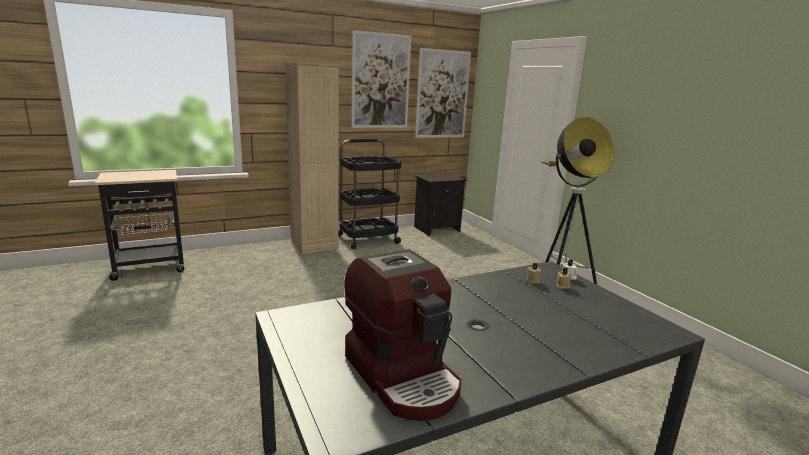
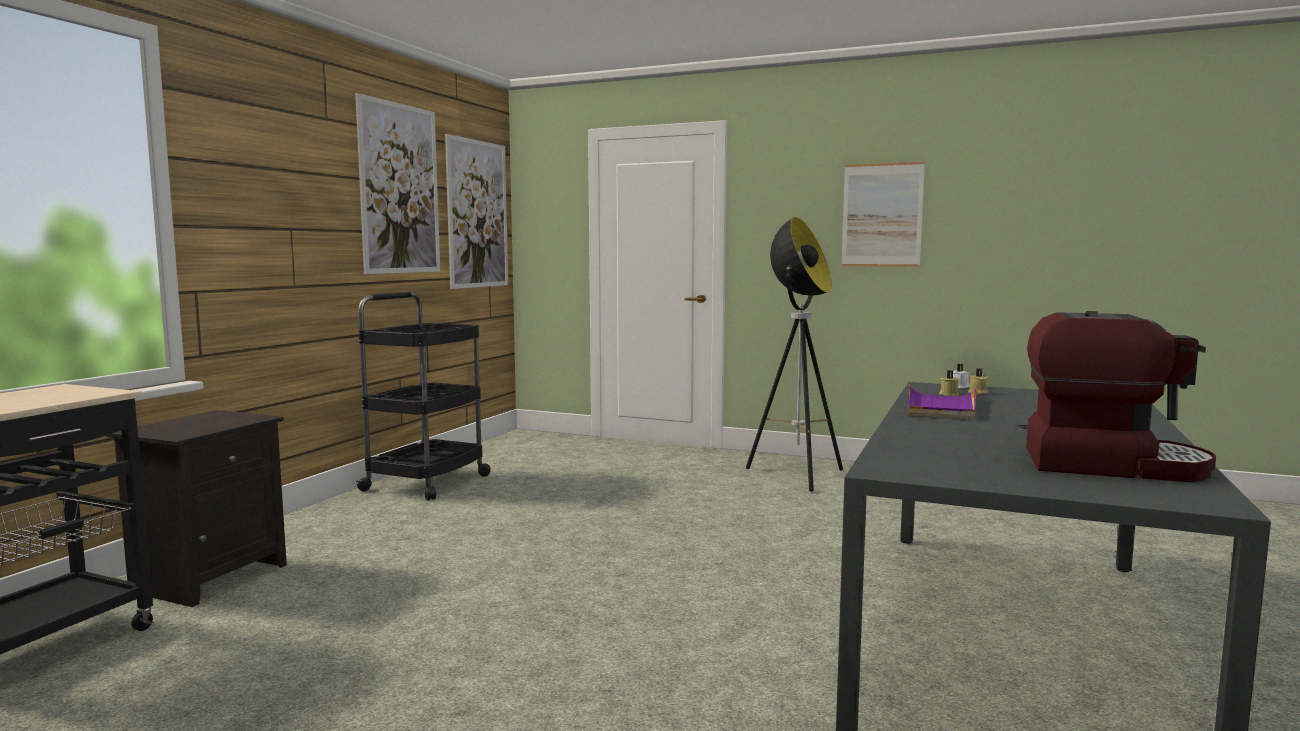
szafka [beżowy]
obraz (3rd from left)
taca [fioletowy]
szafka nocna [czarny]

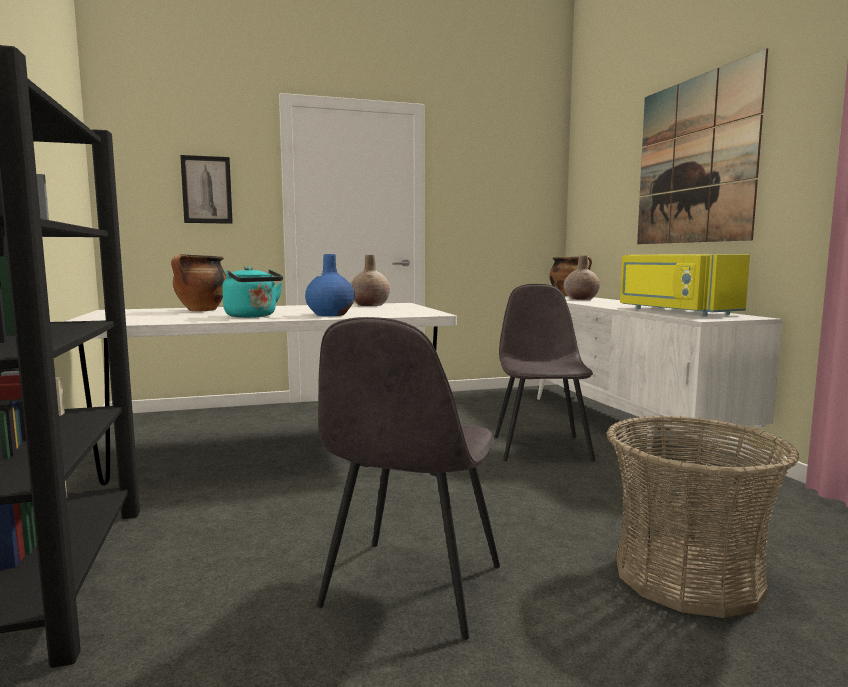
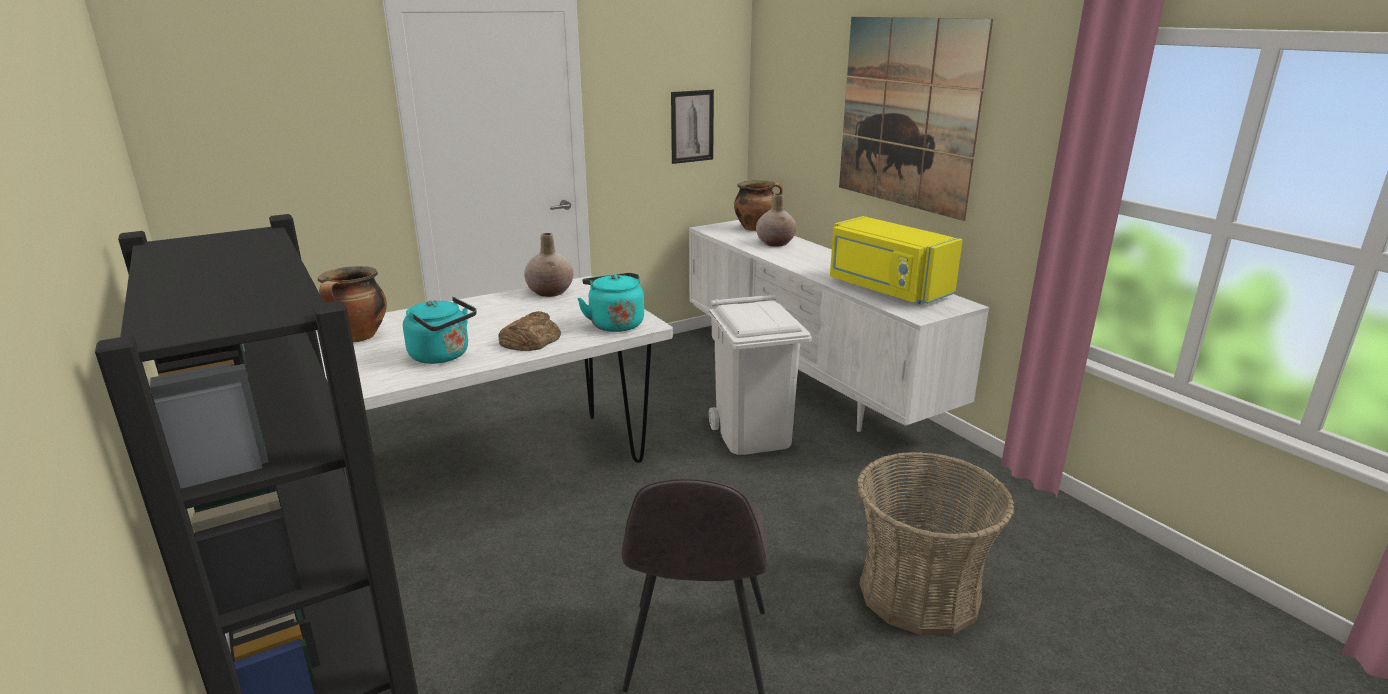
czajnik [turkusowy] (2nd from left)
obraz (1st from left)
chleb
kosz na śmieci [biały]

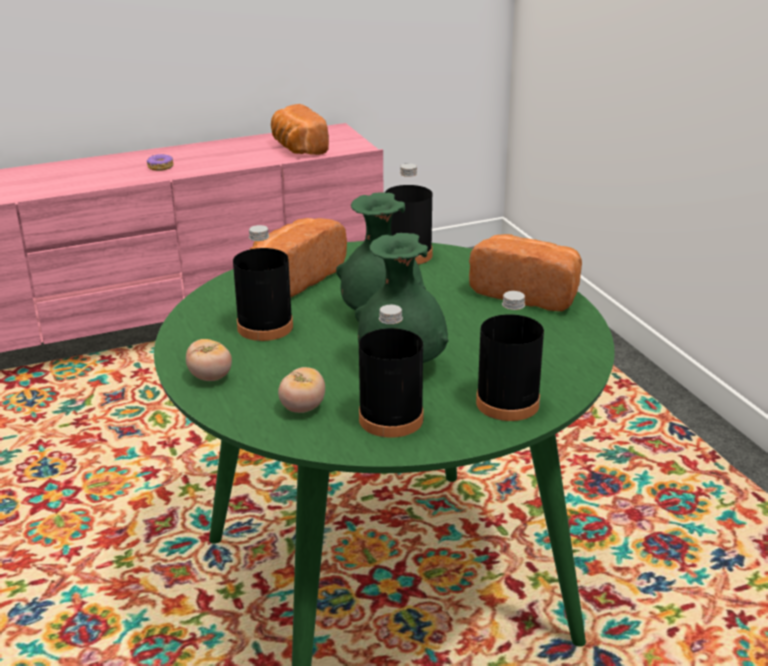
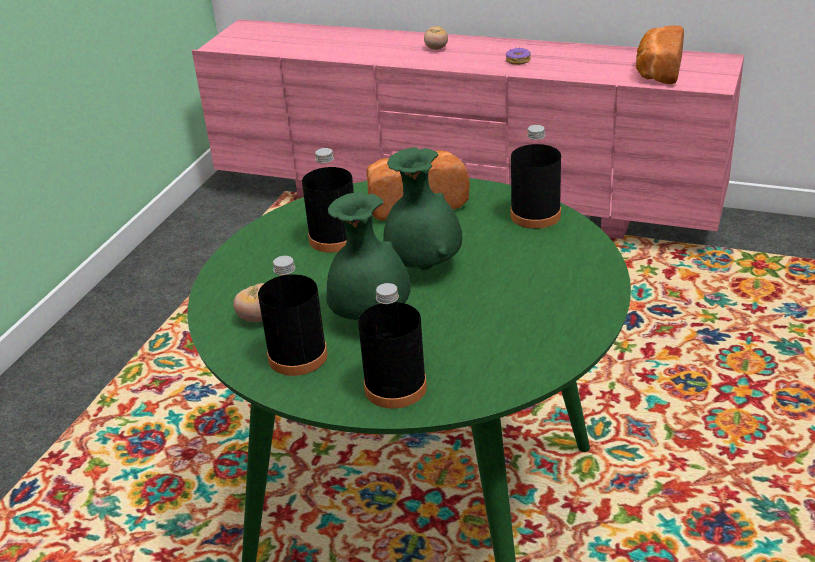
chleb (3rd from left in the first image)
pomidor (2nd from left)

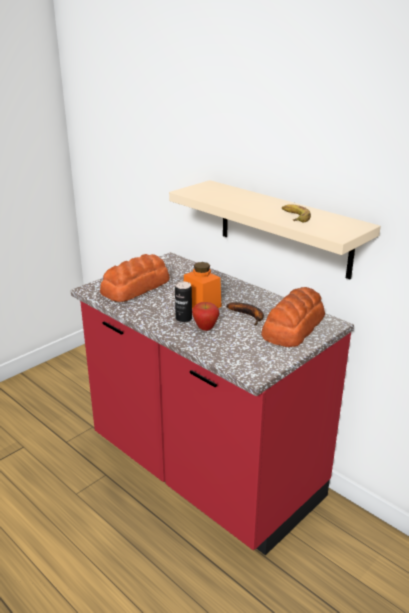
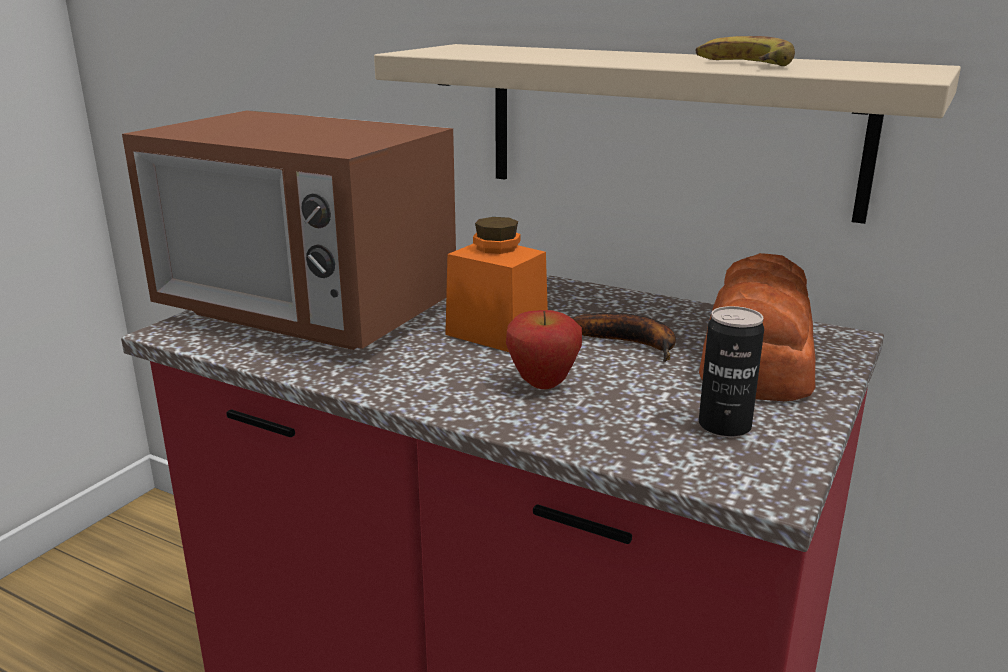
puszka
mikrofalówka

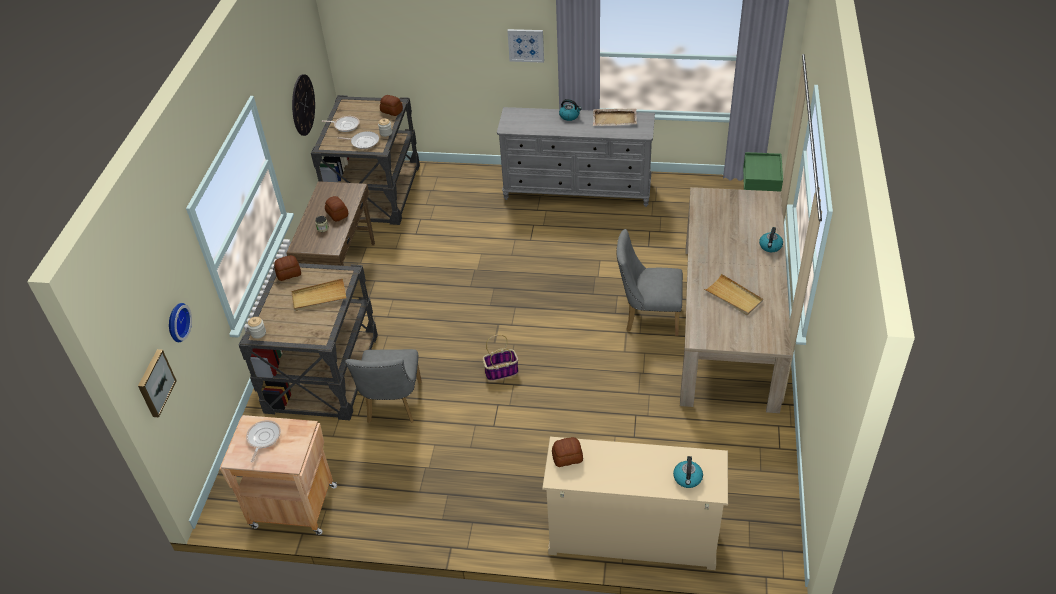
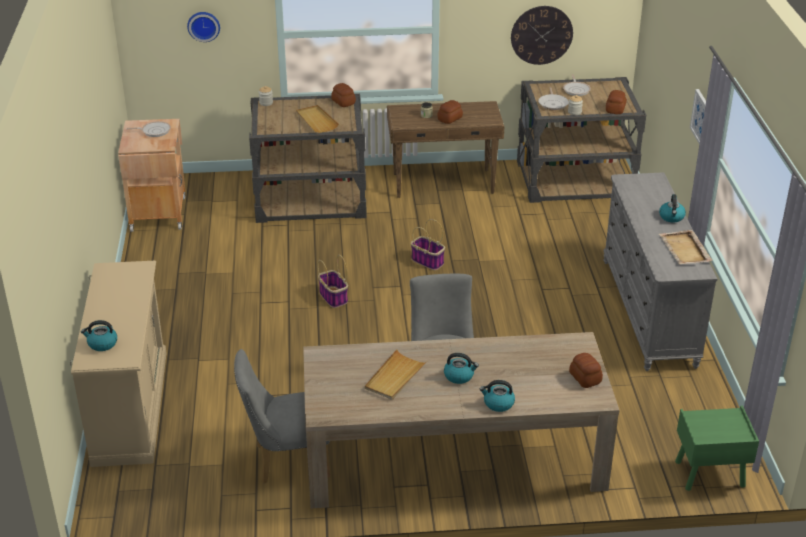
obraz (1st from left in the first image)
koszyk (2nd from left)
czajnik (2nd from left)
krzesło [szary] (1st from left)
chleb (3rd from left)

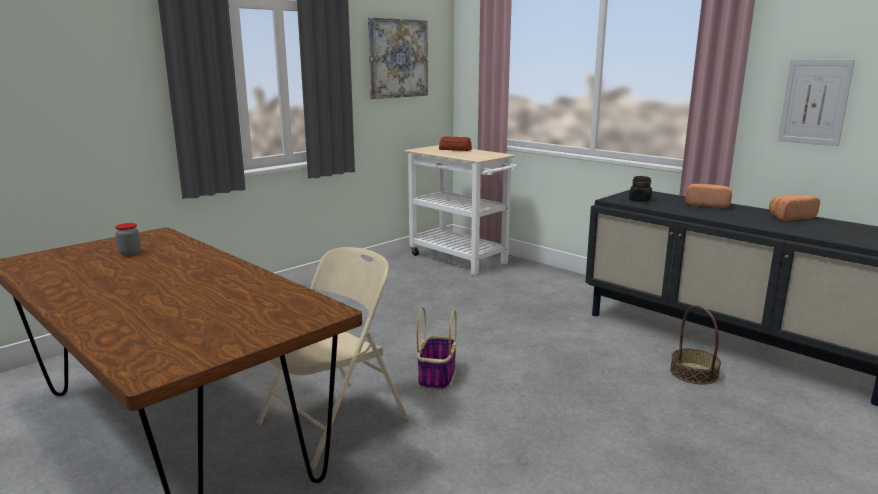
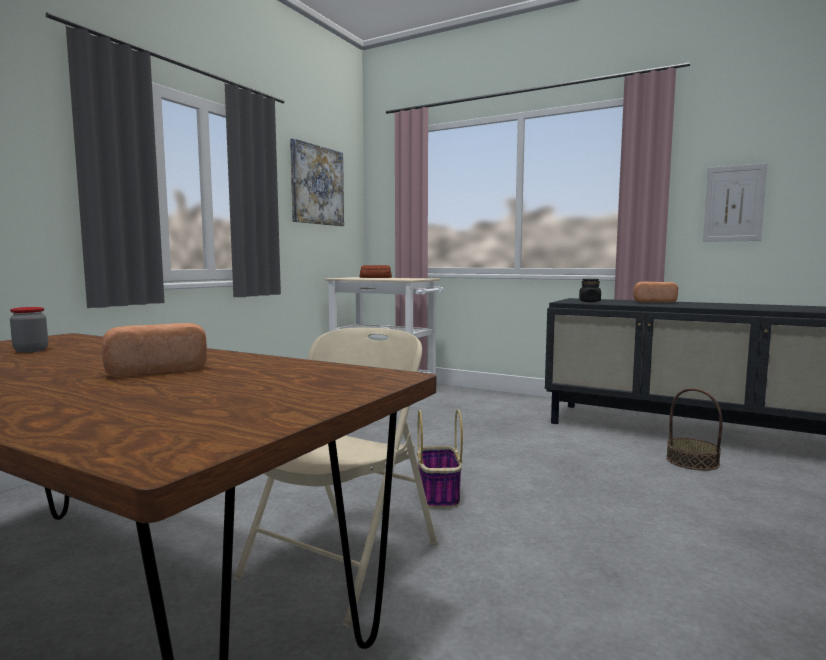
chleb (1st from left)

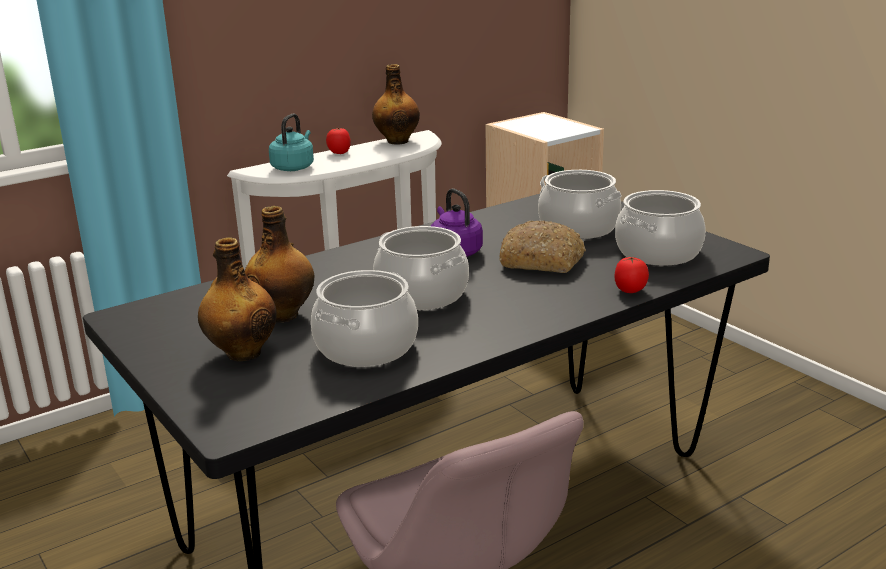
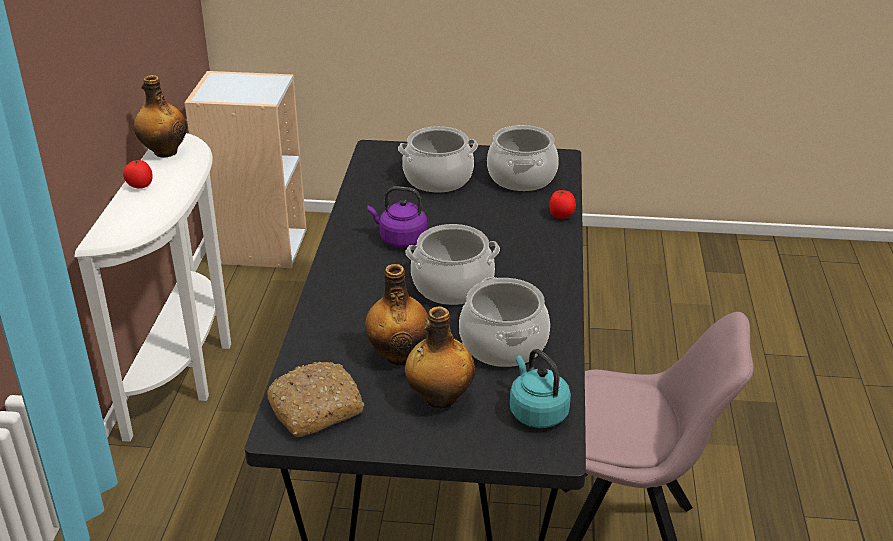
czajnik [turkusowy]
chleb

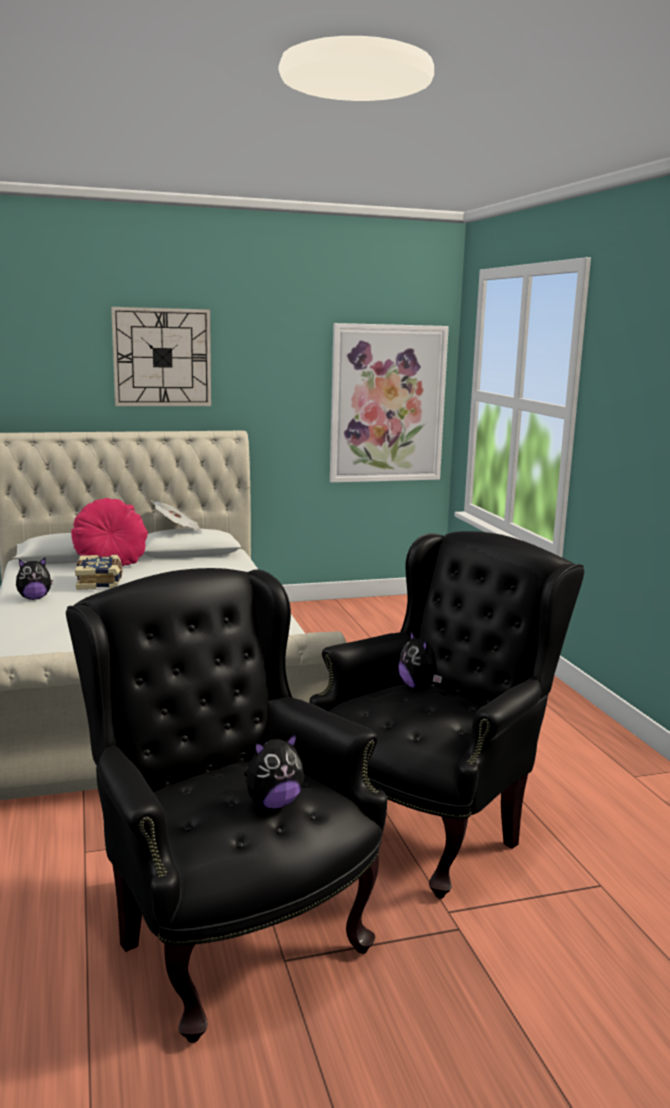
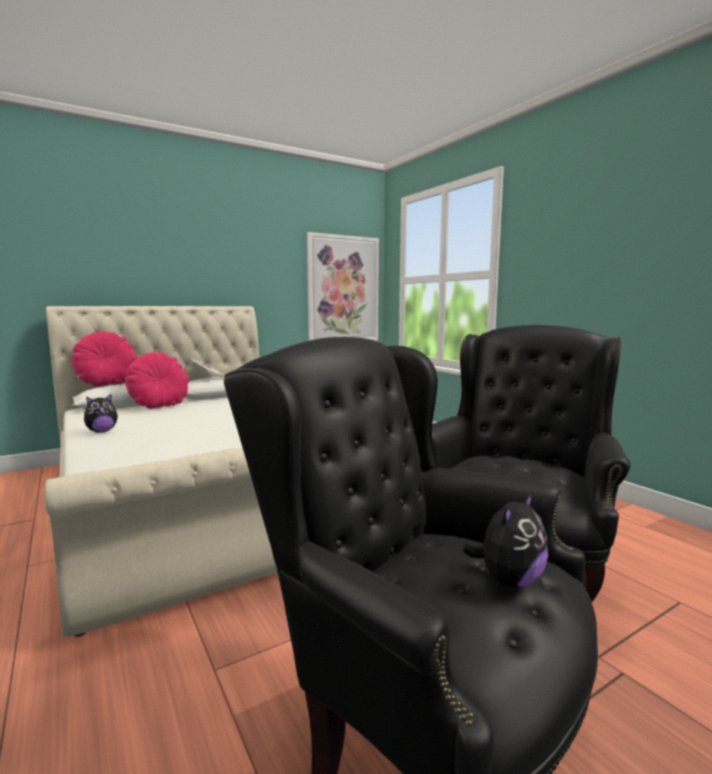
książka
zegar ścienny
pluszak (3rd from left in the first image)
poduszka [różowy] (1st from left)

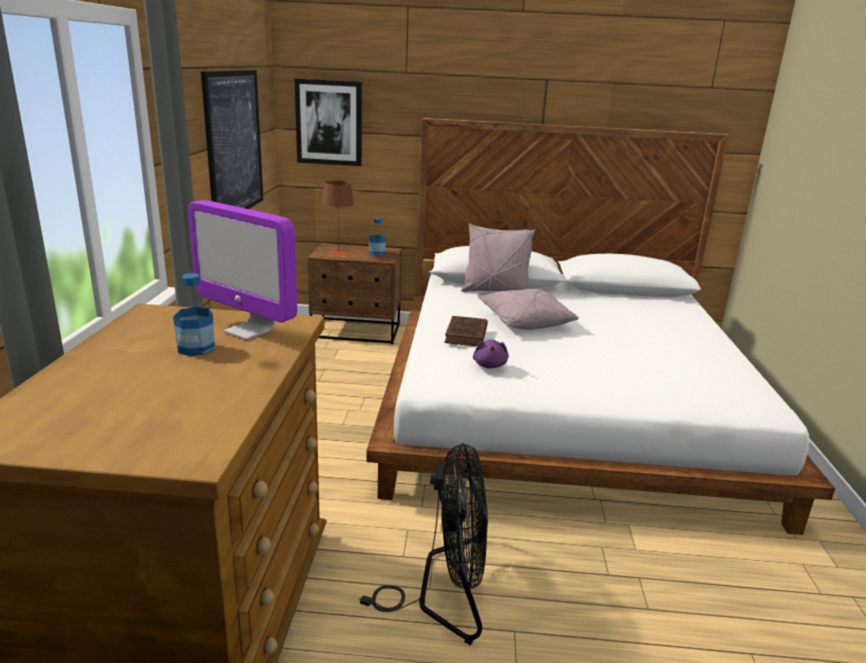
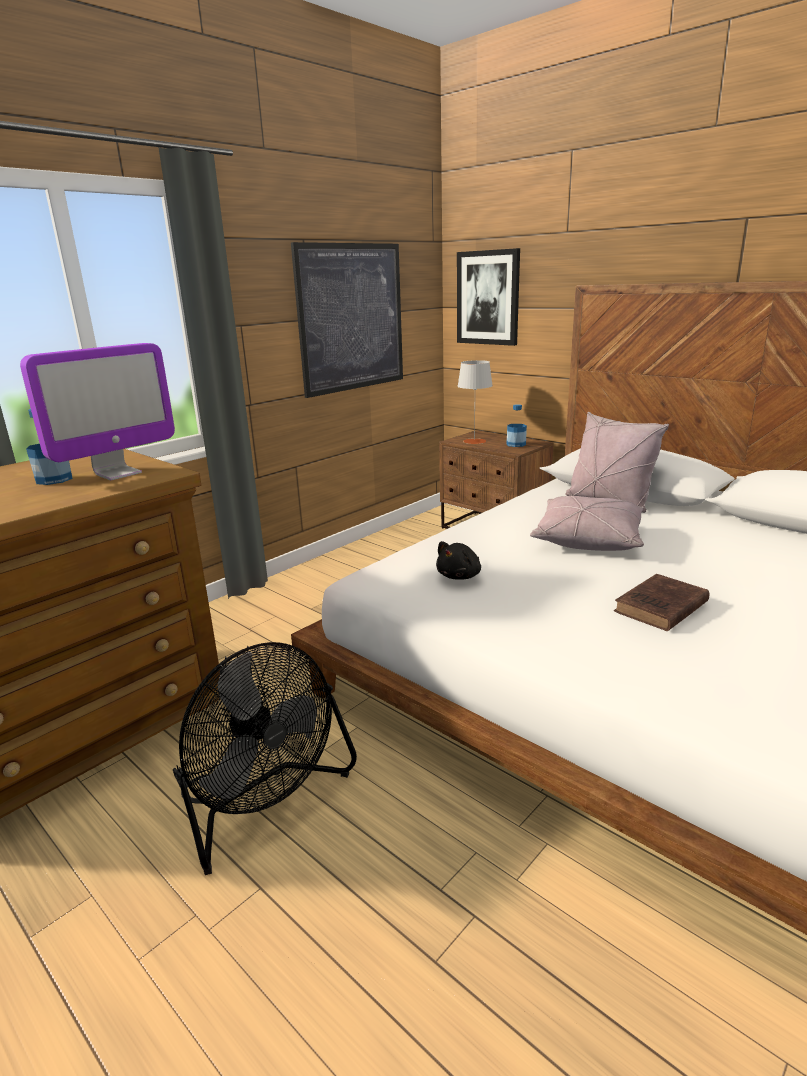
książka [brązowy]
lampa stołowa [szary]
pluszak [czarny]
monitor

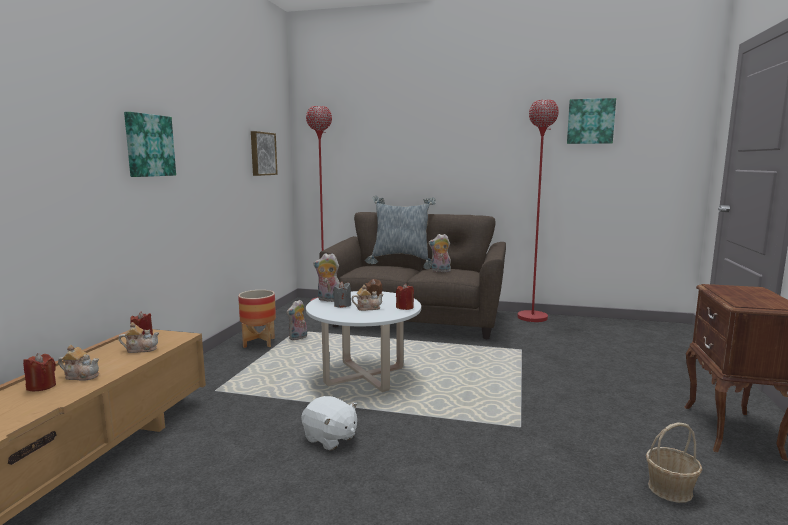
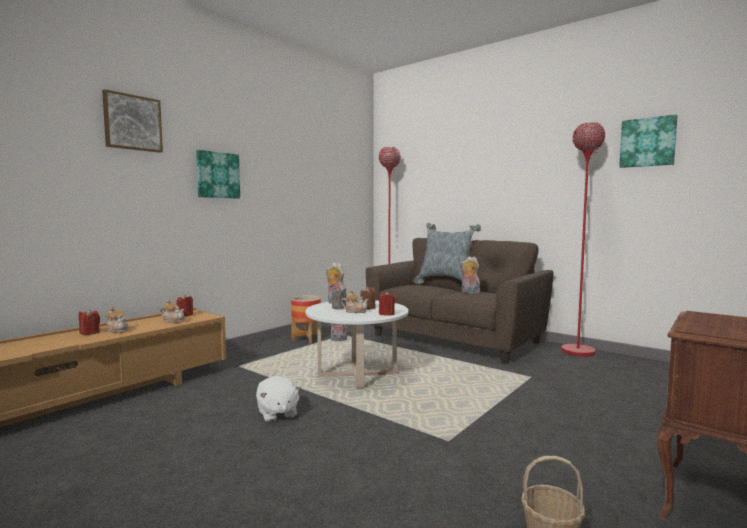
obraz (1st from left)

